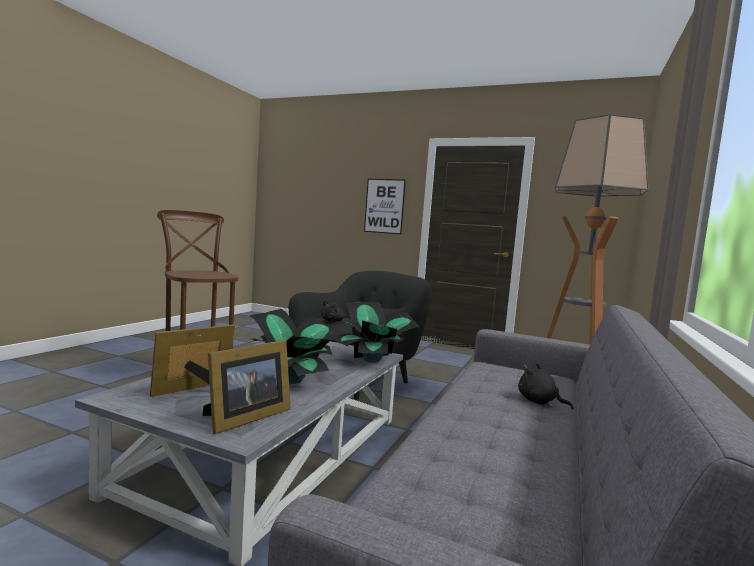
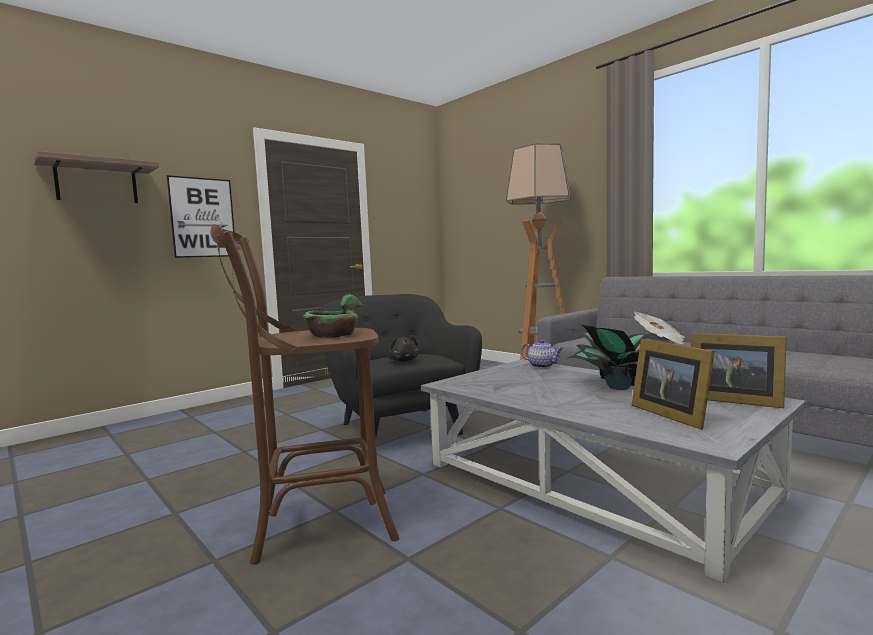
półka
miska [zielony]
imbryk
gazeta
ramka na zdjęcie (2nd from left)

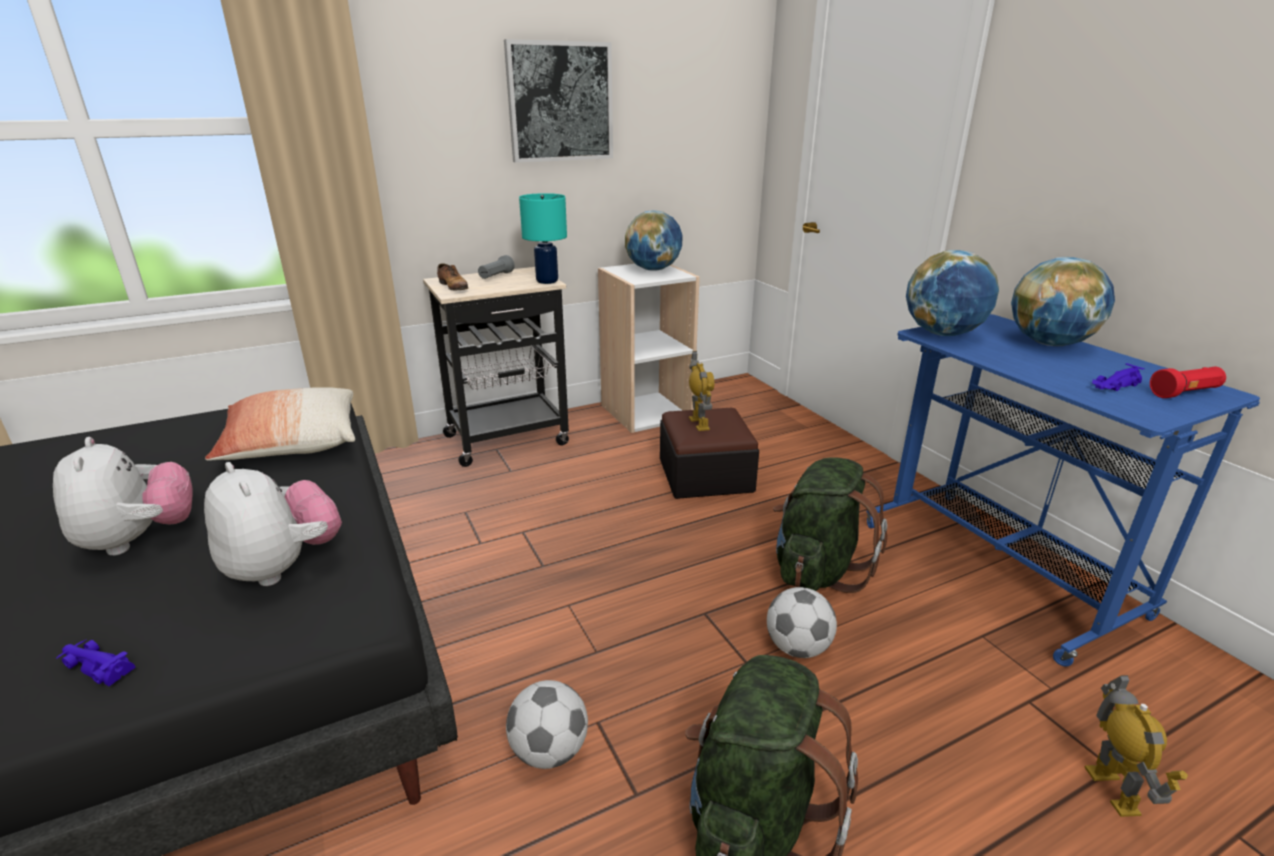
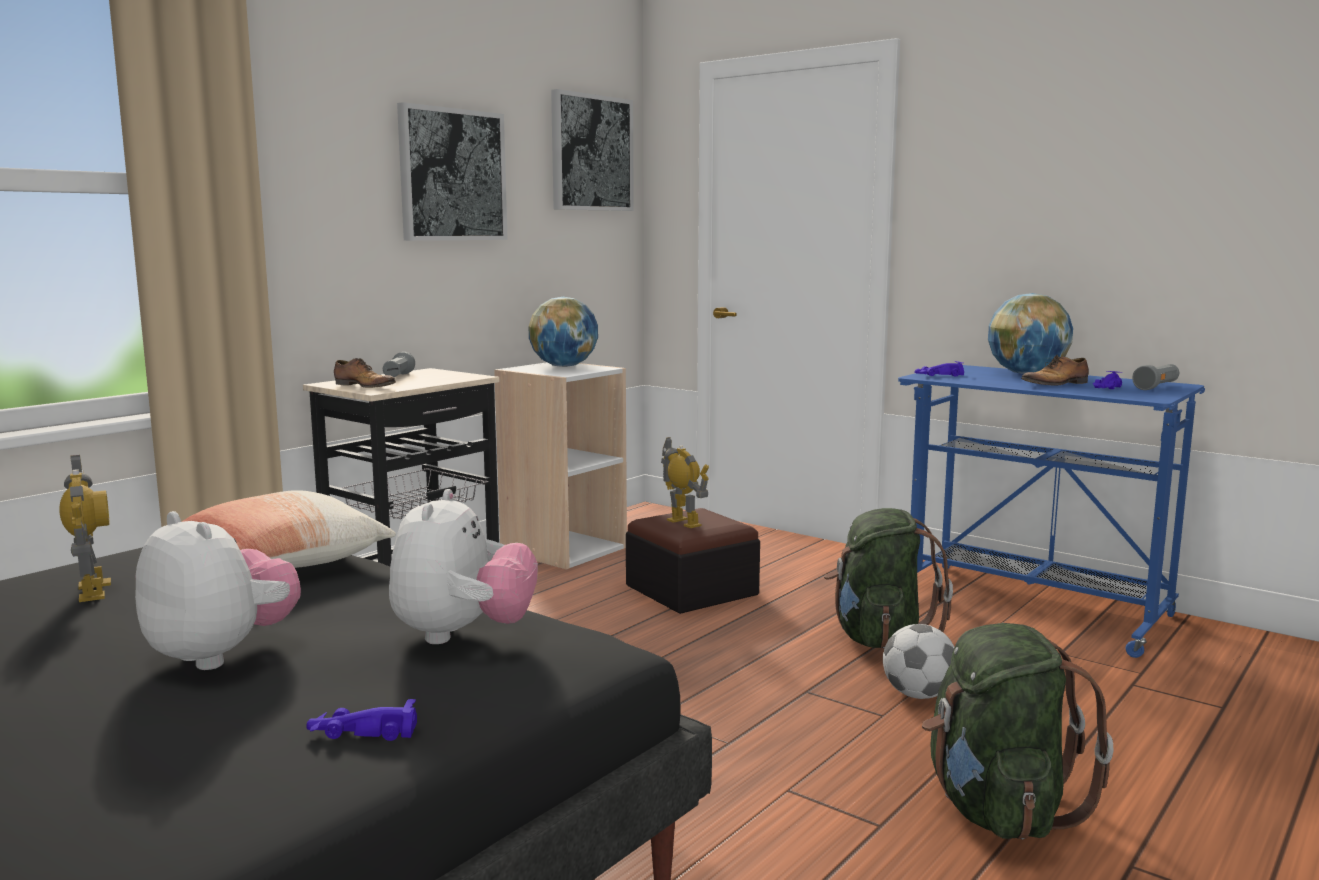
piłka futbolowa (1st from left in the first image)
lampa stołowa [turkusowy]
obraz (2nd from left)
but (2nd from left)
robot zabawkowy (1st from left)
samochodzik [fioletowy] (2nd from left)
latarka [szary] (2nd from left)
pluszak (2nd from left)

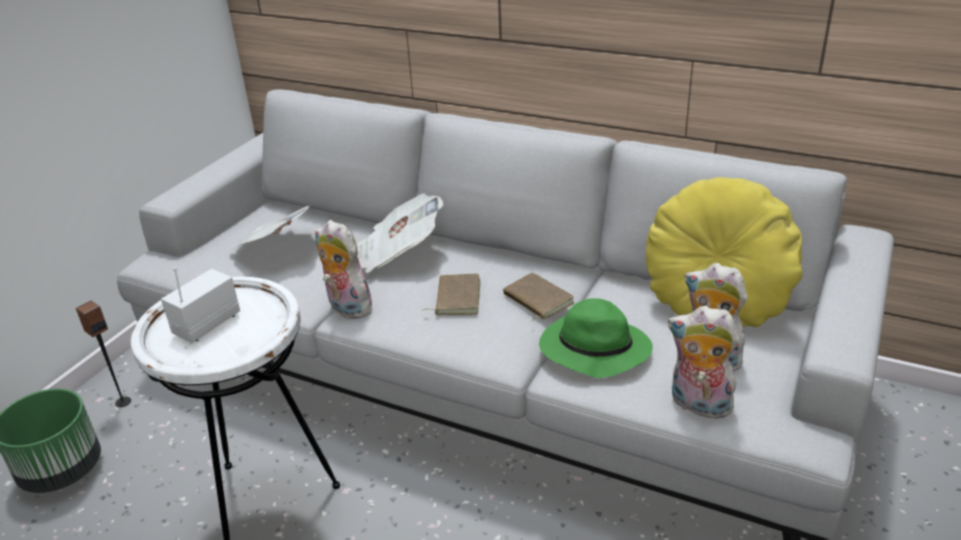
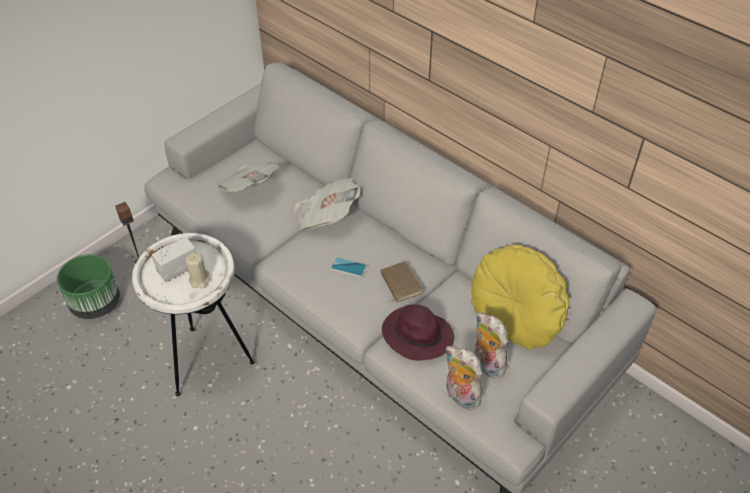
pluszak (1st from left in the first image)
świeca [beżowy]
telefon
kapelusz [fioletowy]

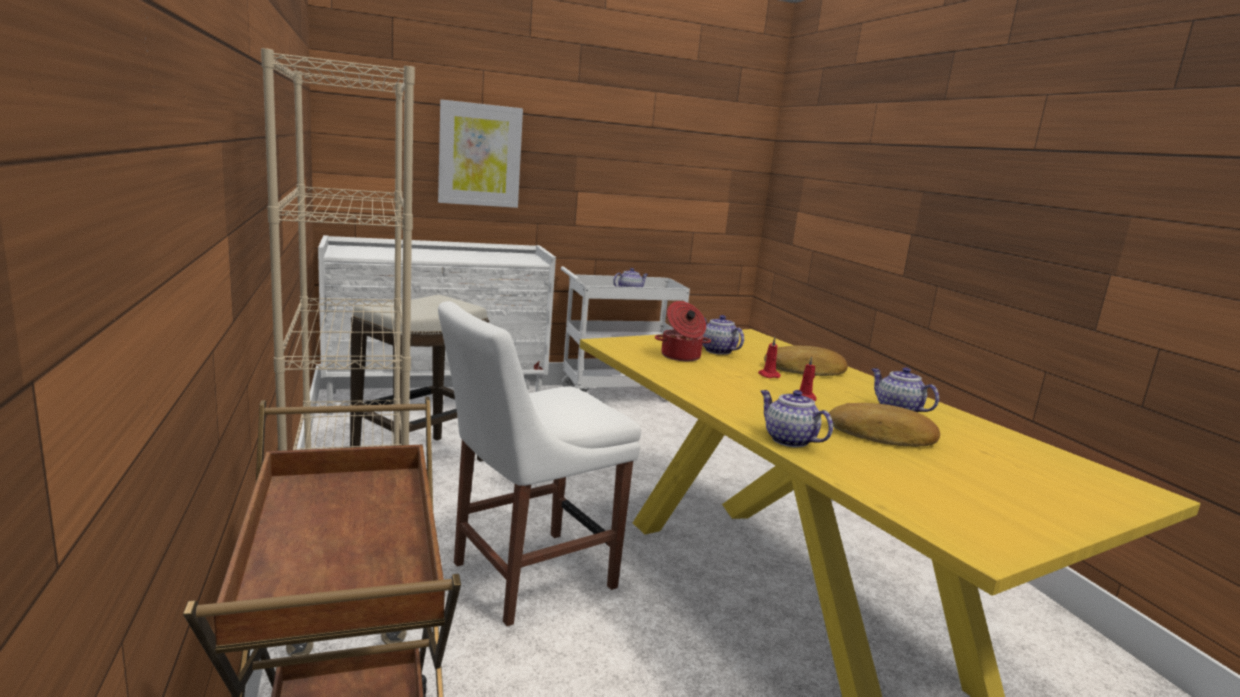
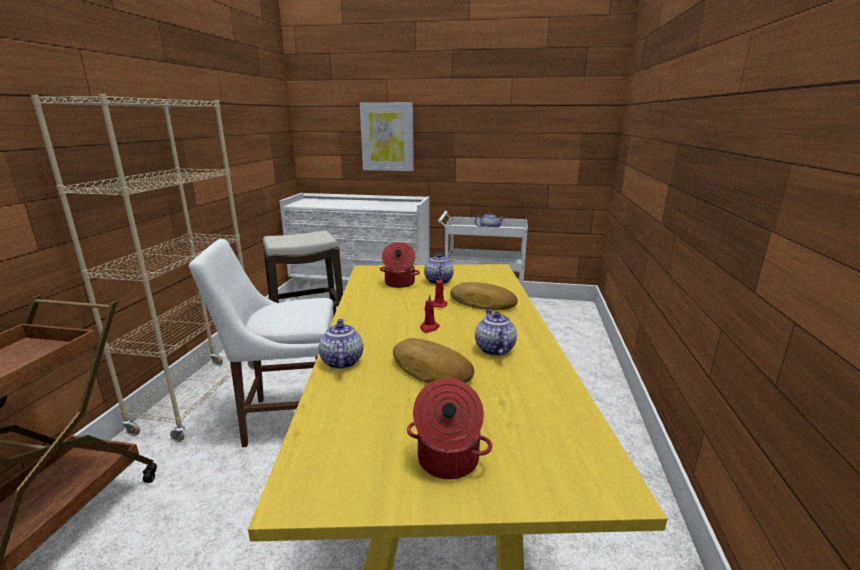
garnek (2nd from left)

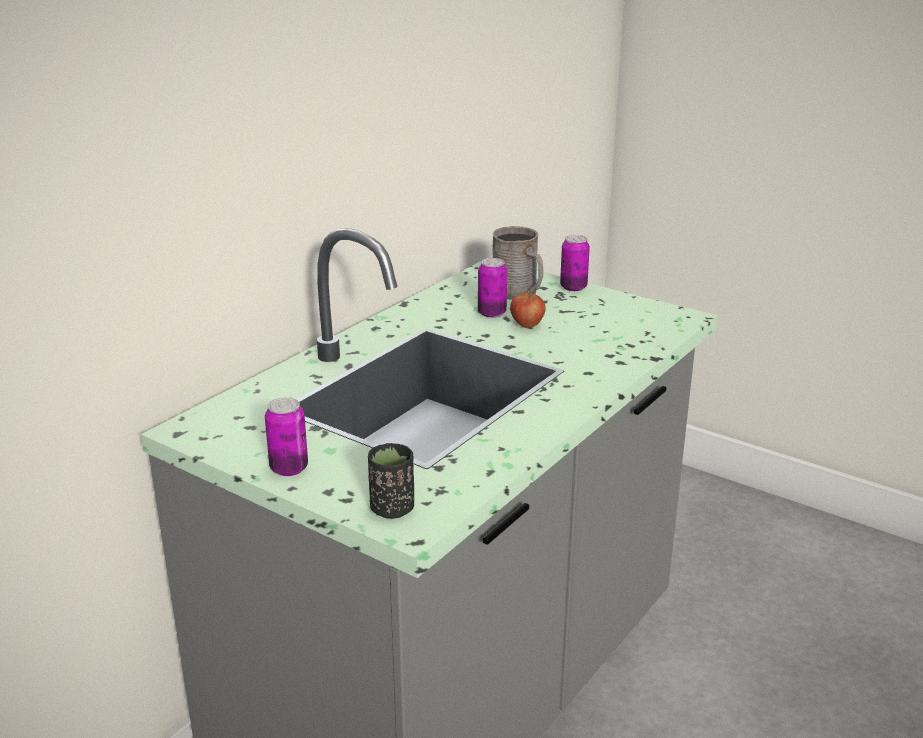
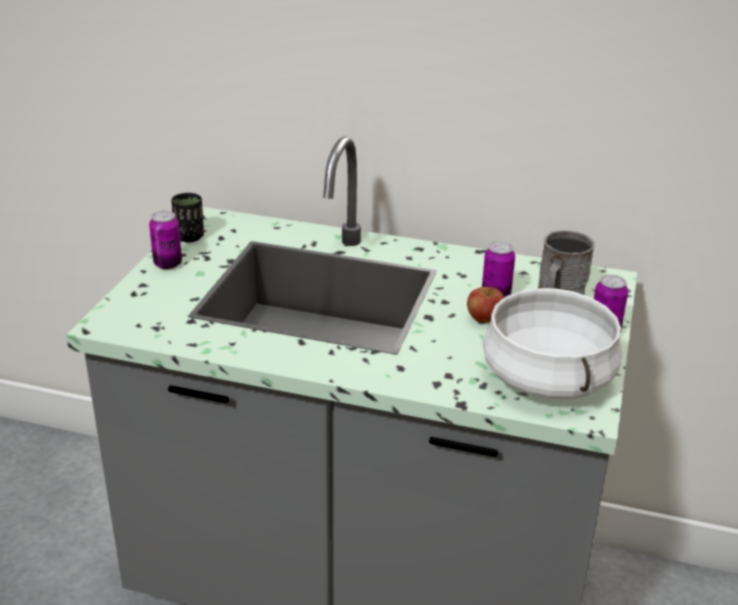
garnek [biały]
filiżanka [czarny]

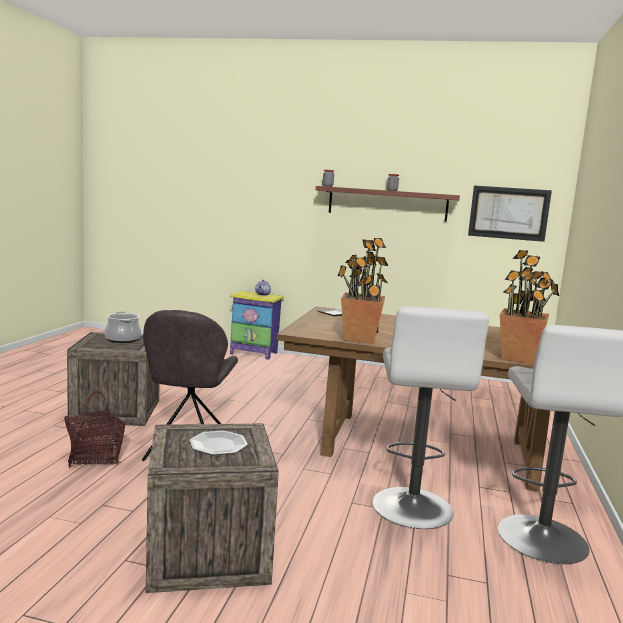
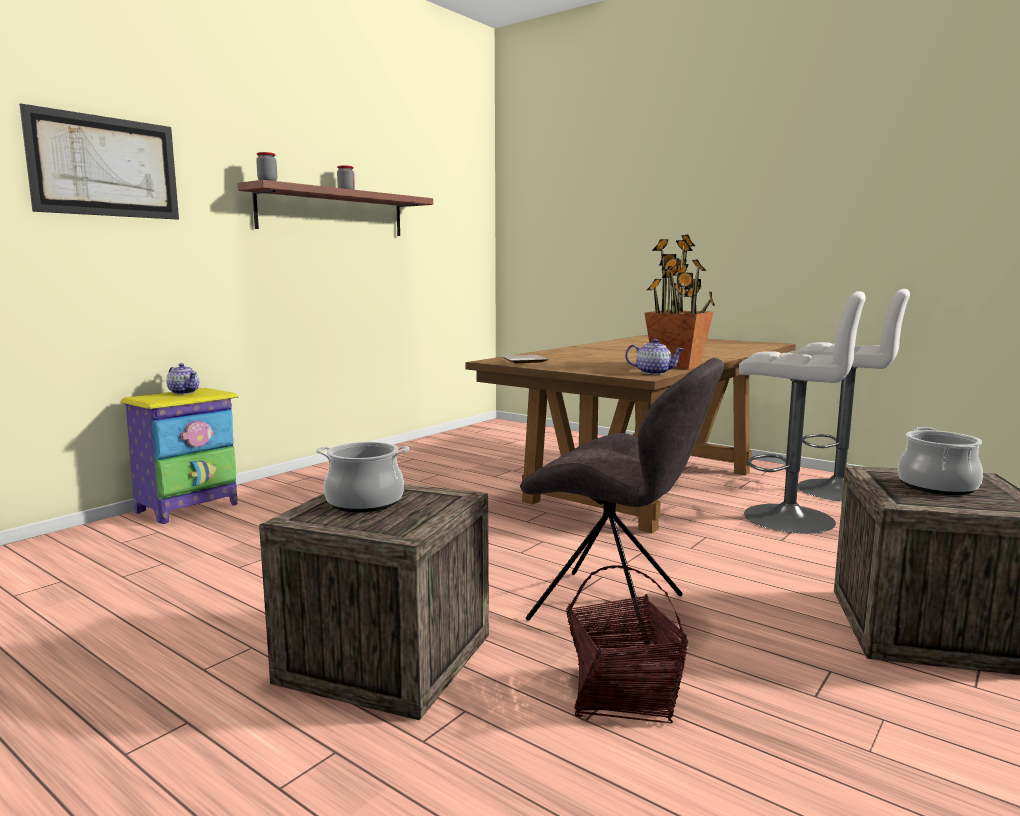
roślina doniczkowa (2nd from left in the first image)
imbryk (2nd from left)
obraz
garnek (2nd from left)

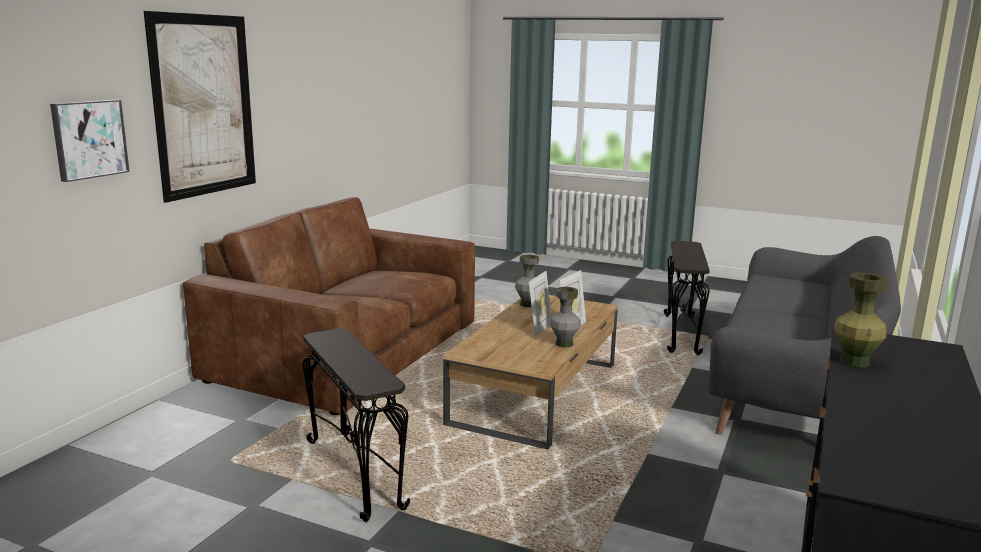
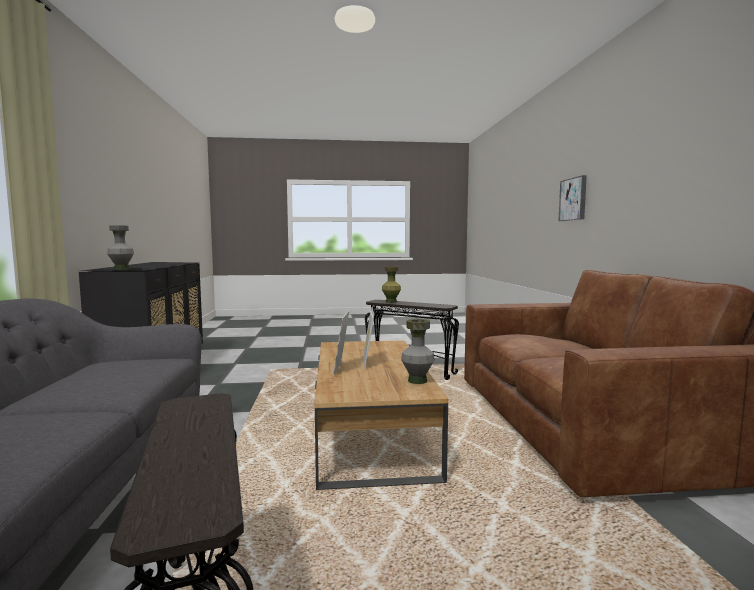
obraz (2nd from left in the first image)
wazon [szary] (1st from left)
wazon [zielony]

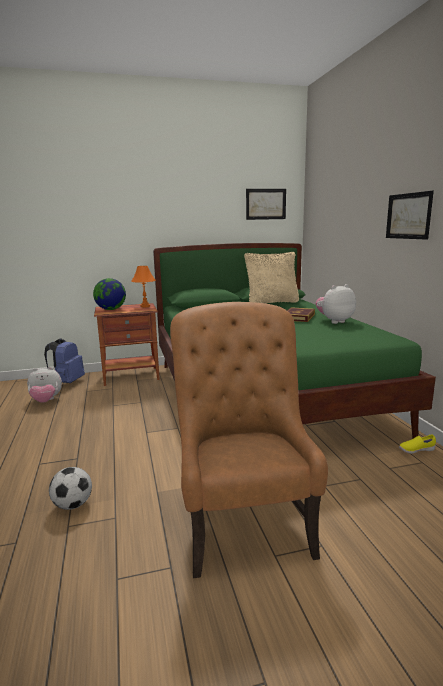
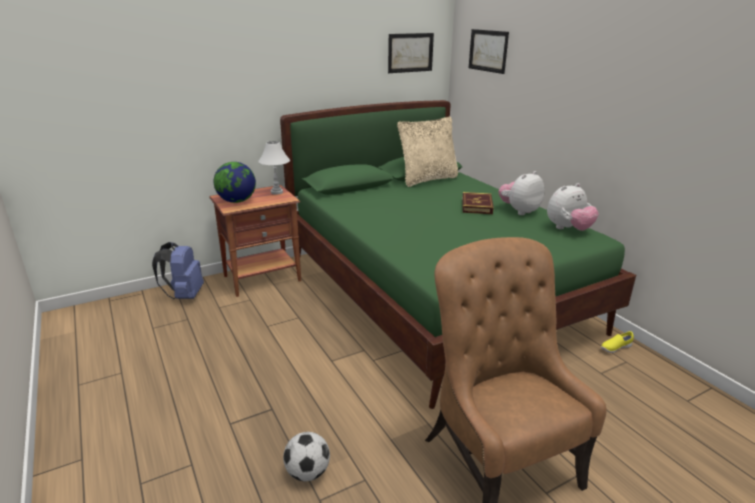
pluszak (2nd from left)
obraz (2nd from left)
lampa stołowa [biały]

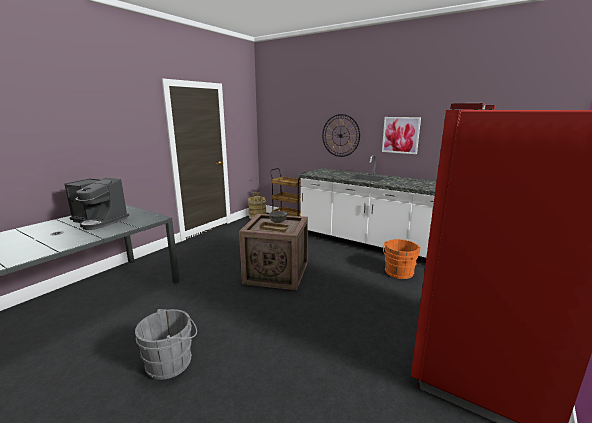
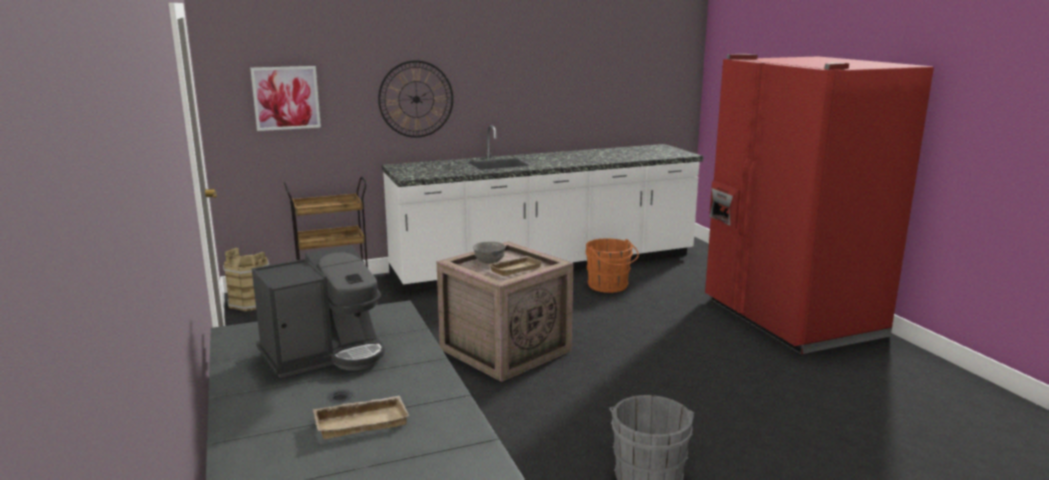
taca [beżowy] (1st from left)
obraz

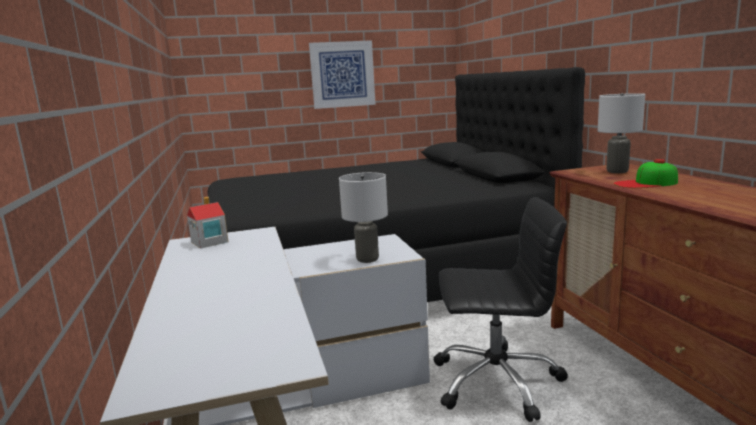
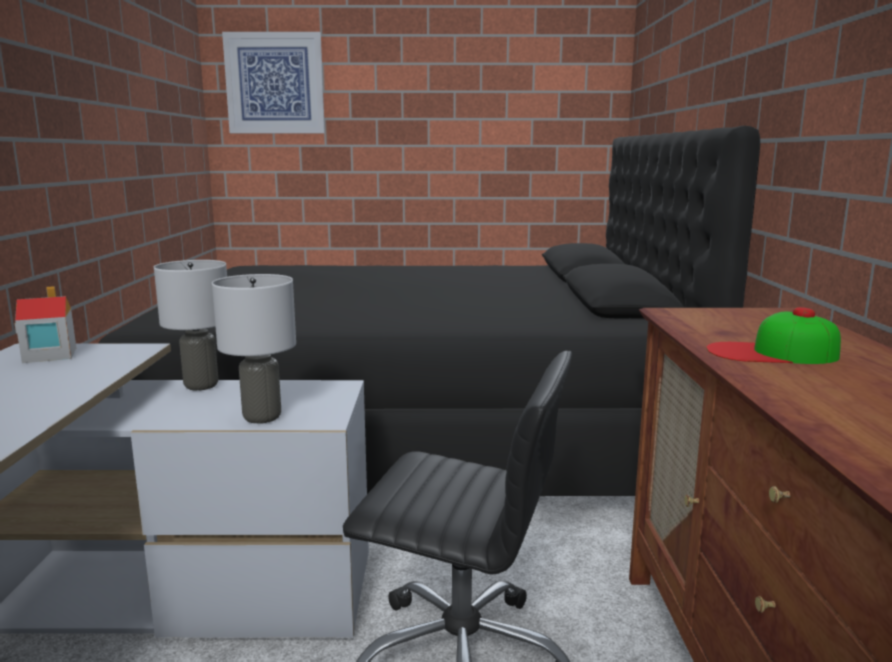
obraz
lampa stołowa [biały] (1st from left)

